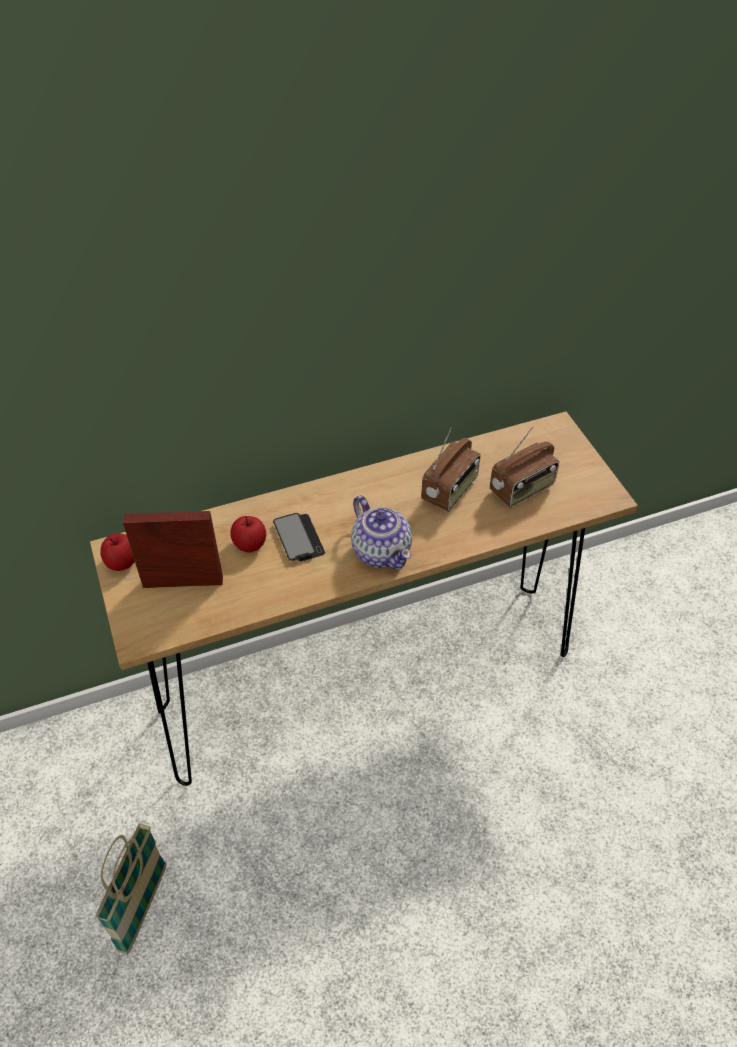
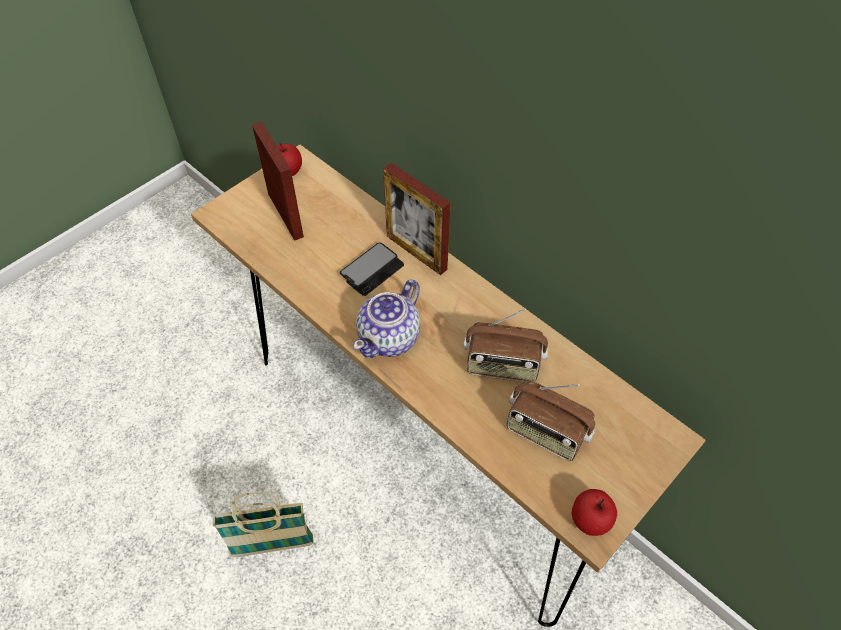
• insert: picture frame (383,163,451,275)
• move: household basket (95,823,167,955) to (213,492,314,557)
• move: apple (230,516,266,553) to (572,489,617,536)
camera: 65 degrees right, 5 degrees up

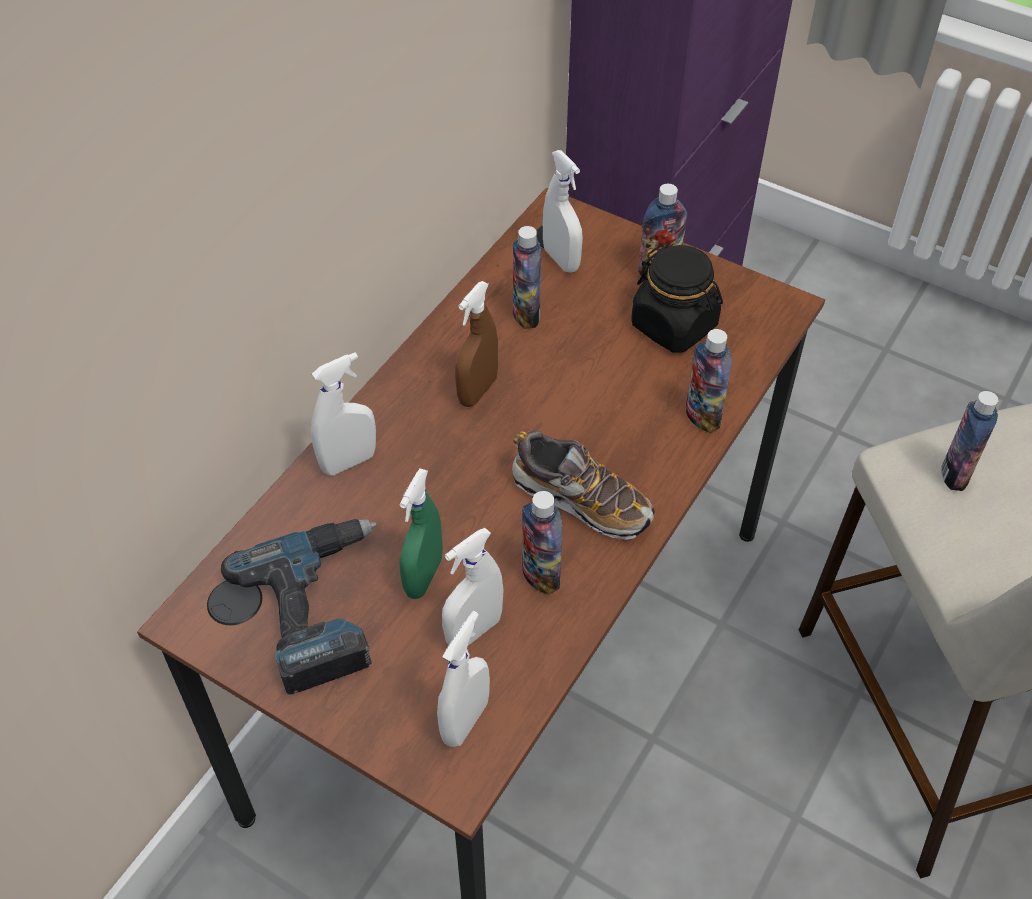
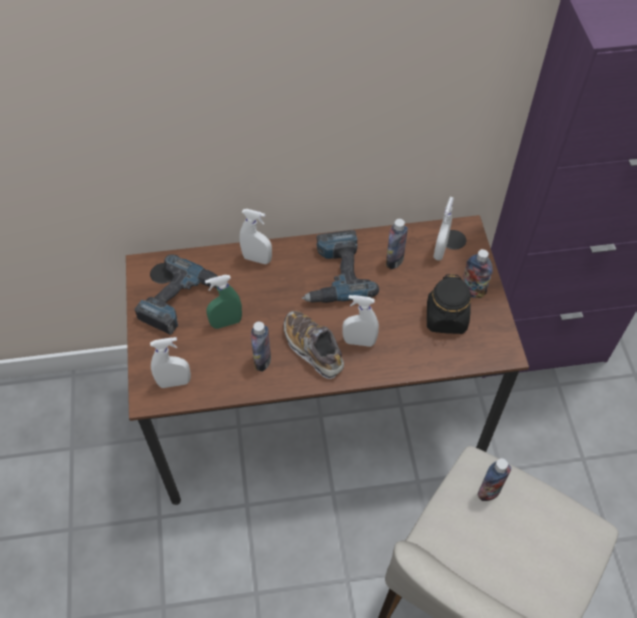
• delete: beverage bottle (686,329,732,433)
• move: white hand sprayer (442,528,504,645) to (342,295,379,347)
• replace: brownish hand sprayer (455,281,498,407) to electric drill (302,230,379,303)
• rotate: item of footwear (512,430,655,540) = (283,311,344,379) 150 degrees clockwise
camera: 50 degrees right, 5 degrees up

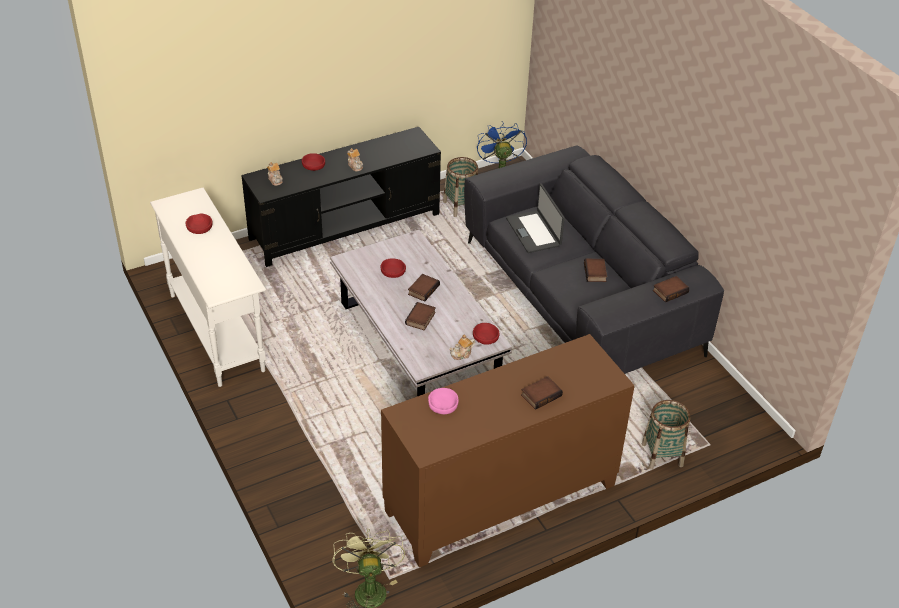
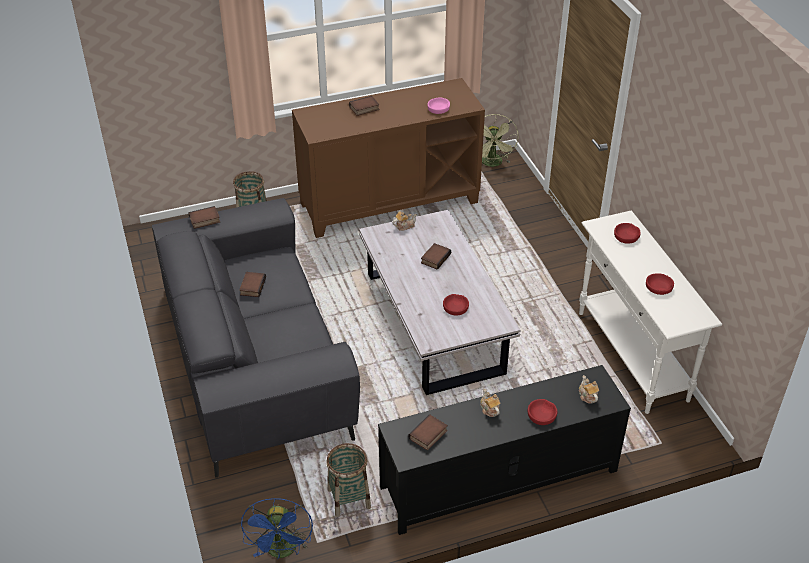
• delete: laptop (506,183,565,253)
• move: book (408,274,440,302) to (408,414,448,451)
• move: red-coloured bowl (473,323,499,345) to (614,223,641,244)
camera: 170 degrees left, 0 degrees up

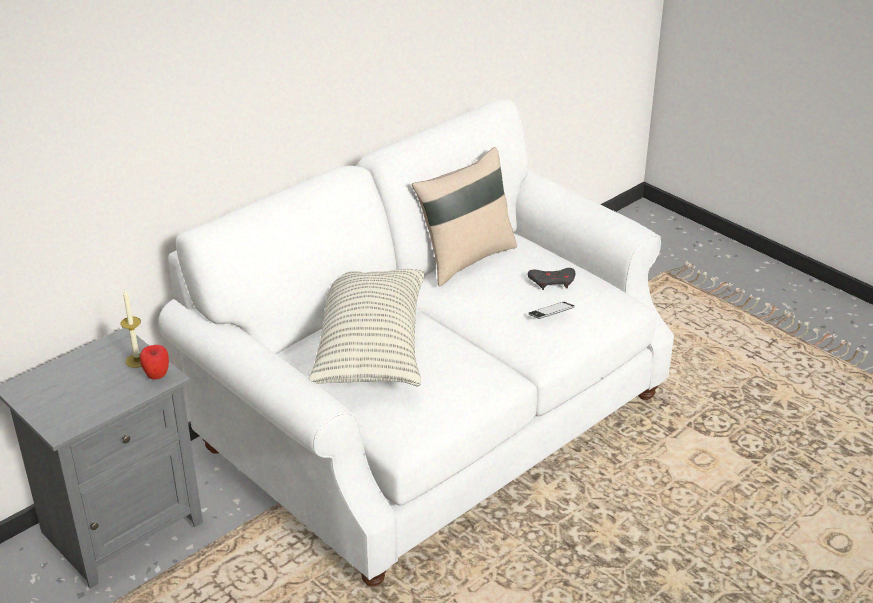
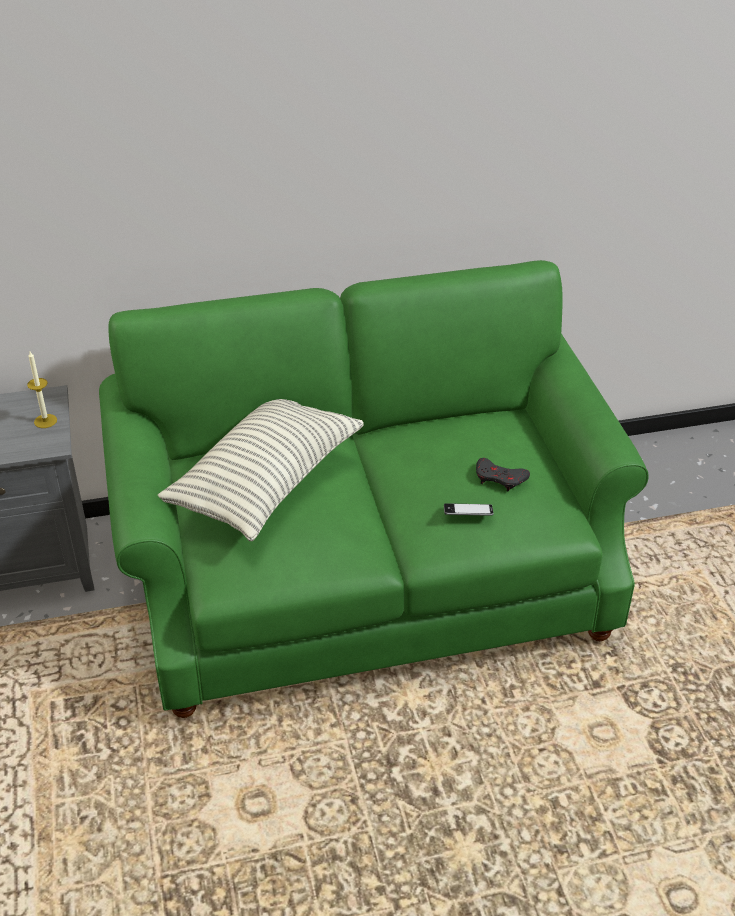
• delete: apple (140,345,169,379)
• delete: beige-coloured throw pillow (412,147,517,287)
• recolor: white settee (158,99,674,587) to green-coloured settee (99,260,649,718)
camera: 30 degrees right, 5 degrees up

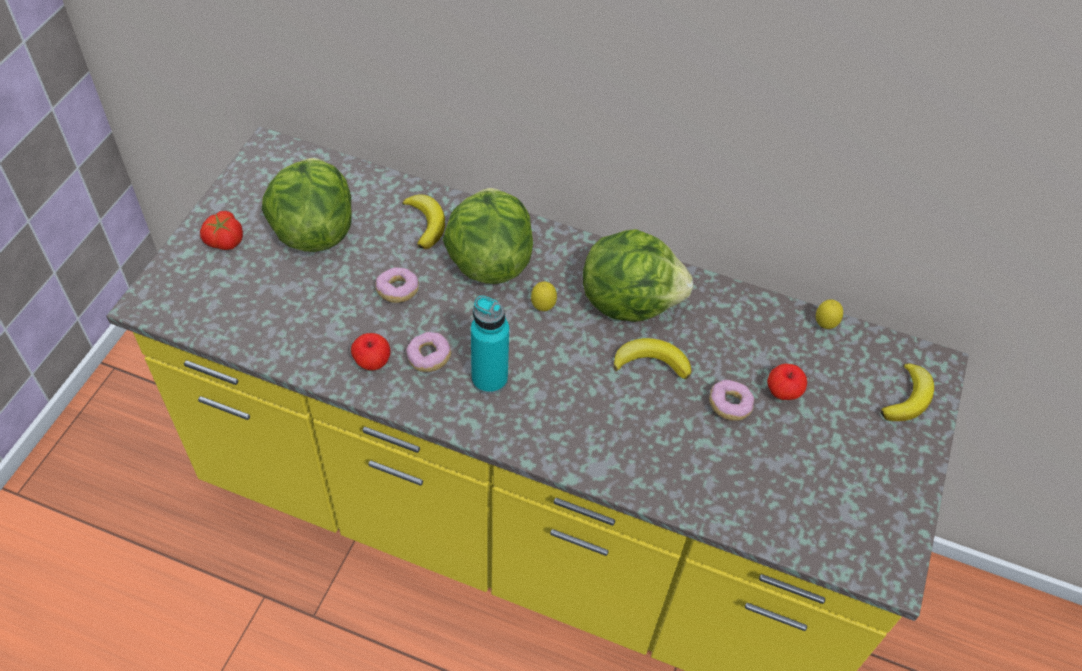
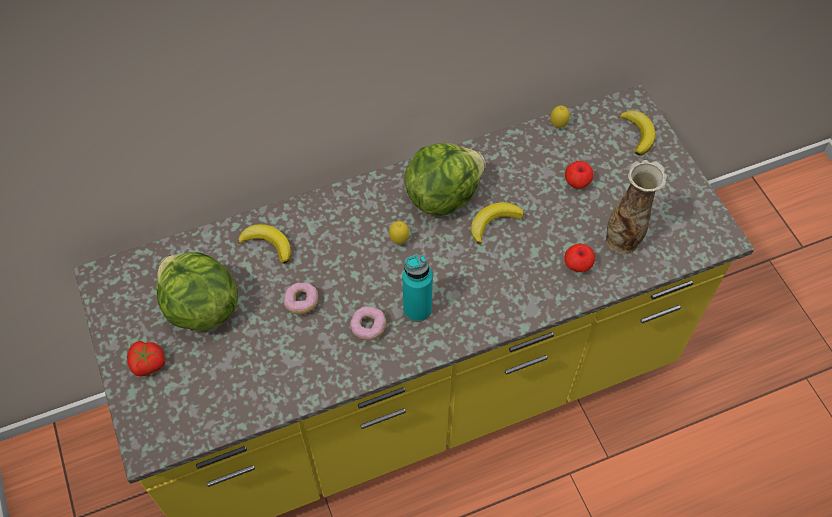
• delete: head of lettuce (443,188,533,284)
• delete: doughnut (709,380,754,421)
• insert: vase (606,160,667,254)
• move: apple (351,333,391,370) to (565,244,595,272)
camera: 40 degrees left, 5 degrees up

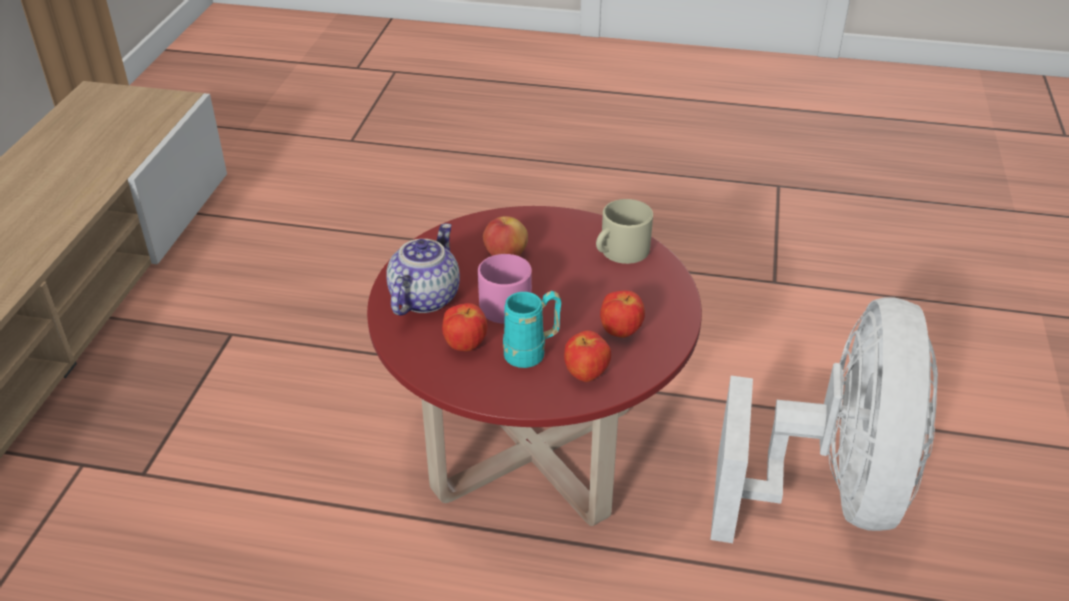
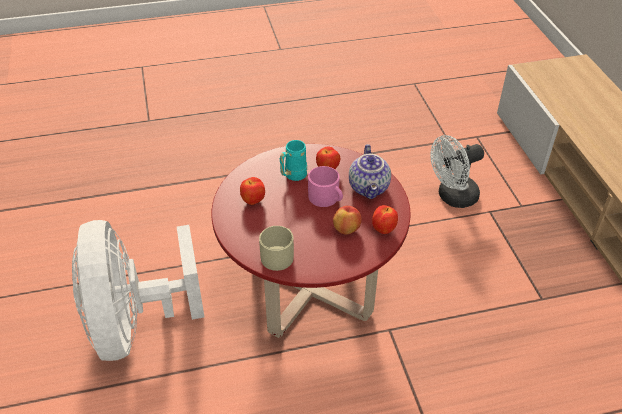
• insert: white cooling fan (430,135,484,208)
• move: apple (564,330,611,382) to (372,205,398,234)
camera: 155 degrees right, 5 degrees up

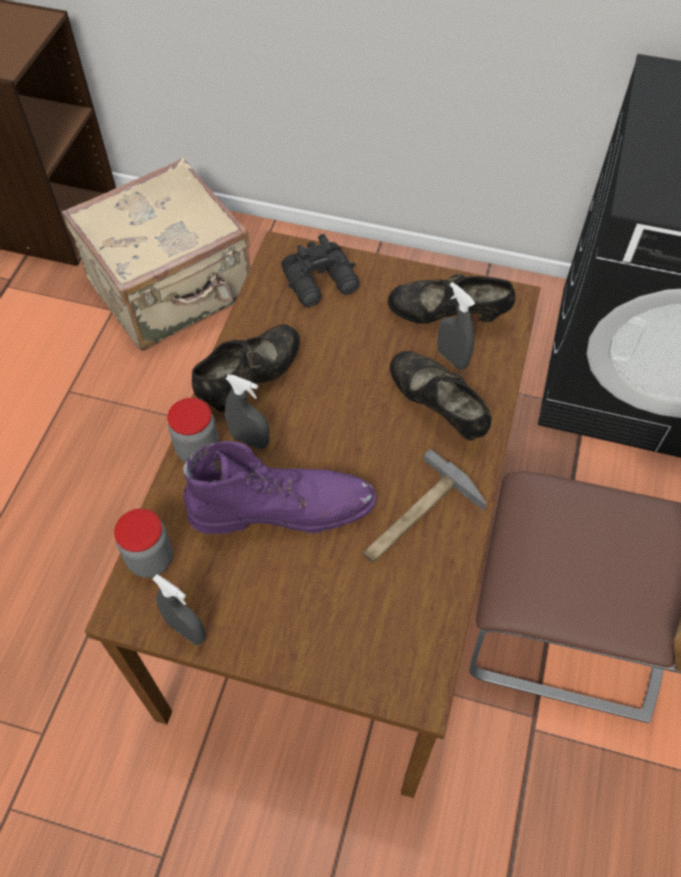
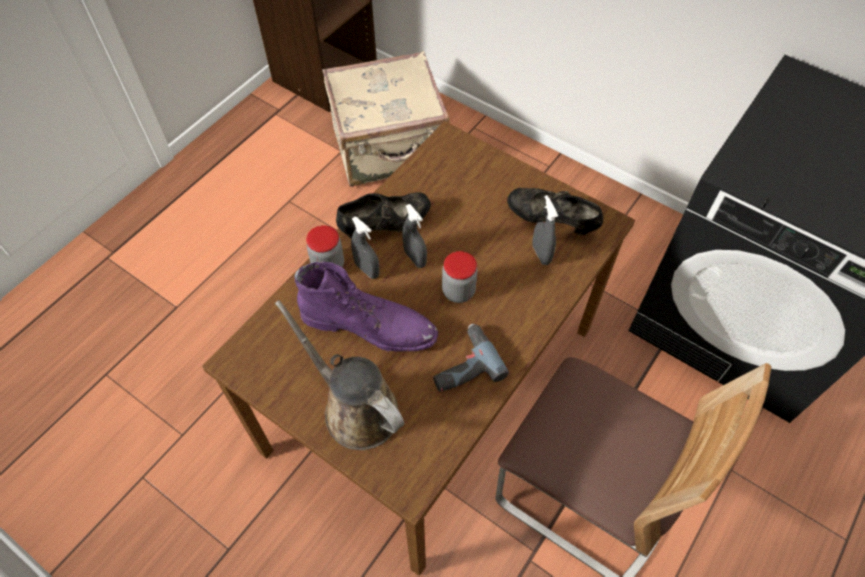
• delete: blackish pair of binoculars (282,234,360,307)
• delete: blackish item of footwear (390,351,491,441)
• insert: brownish sprinkling can (275,300,404,450)
• move: preserve jar (114,509,173,578) to (442,251,478,303)
• move: greyish hand sprayer (153,574,206,645) to (403,204,427,268)
• replace: tool hammer (363,449,487,563) to electric drill (433,324,509,392)
camera: 20 degrees right, 0 degrees up

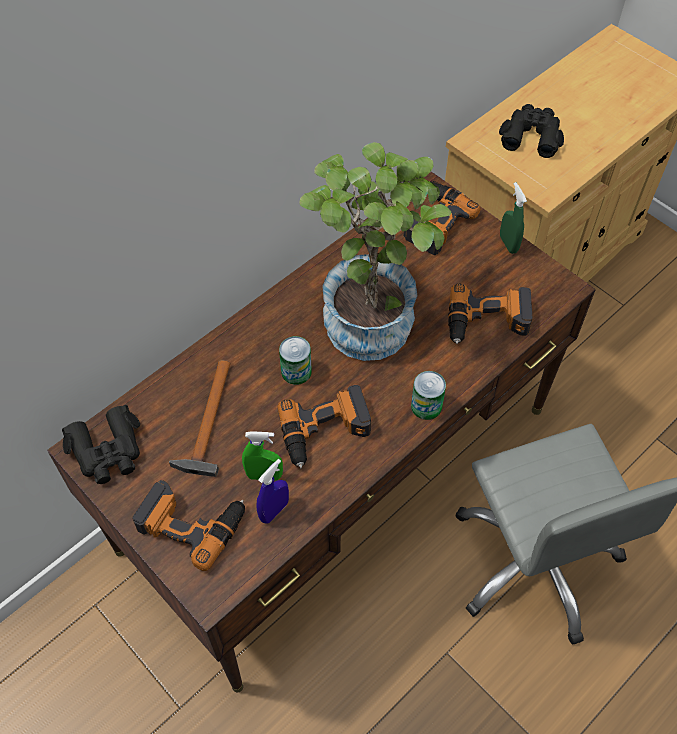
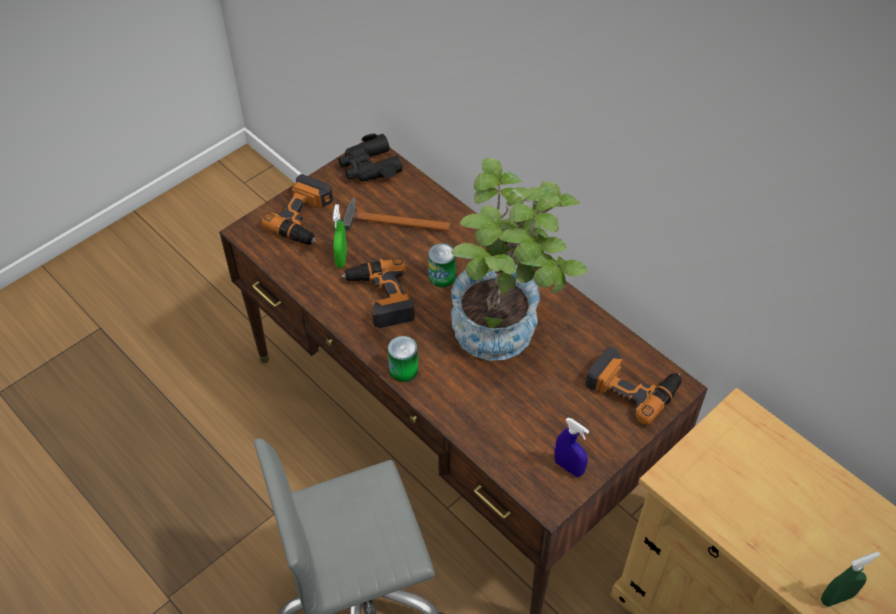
• delete: electric drill (448,284,533,344)
• delete: blackish pair of binoculars (499,104,564,158)
• move: bluish hand sprayer (256,459,289,523) to (554,417,589,477)
• move: green-coloured hand sprayer (500,182,527,254) to (821,552,880,607)
camera: 90 degrees right, 5 degrees down

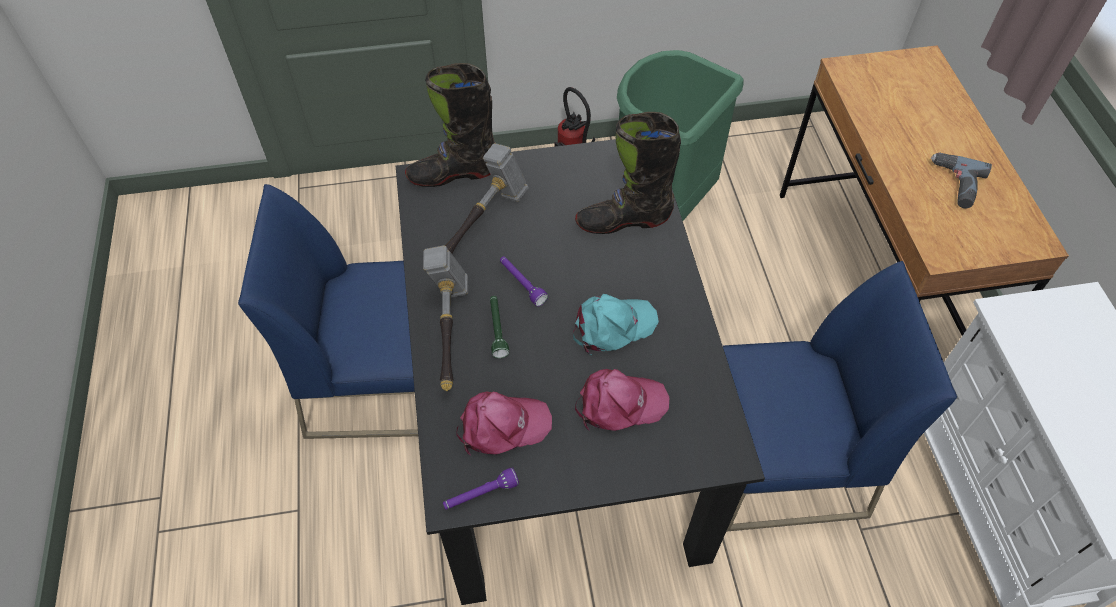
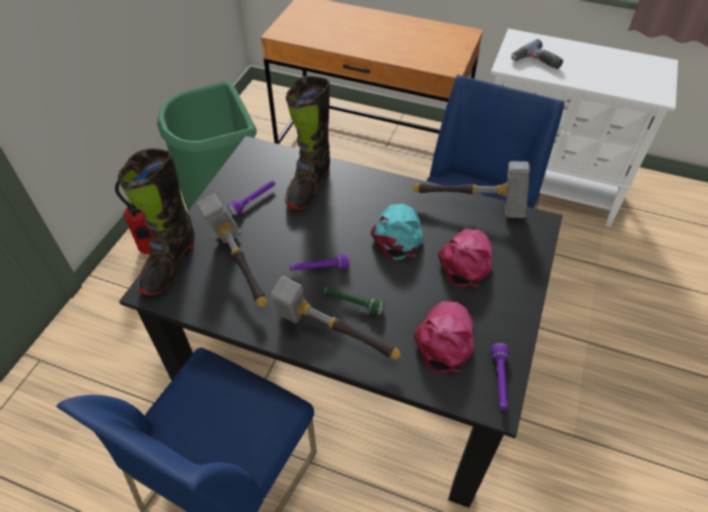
• insert: purple hand torch (228,180,275,216)
• insert: tool hammer (412,161,530,218)
• move: electric drill (931,152,992,208) to (511,39,563,69)
camera: 60 degrees left, 5 degrees down

